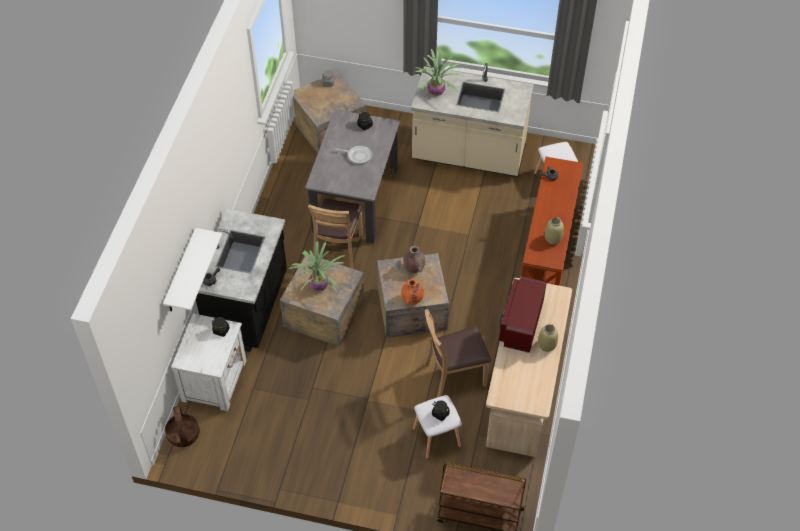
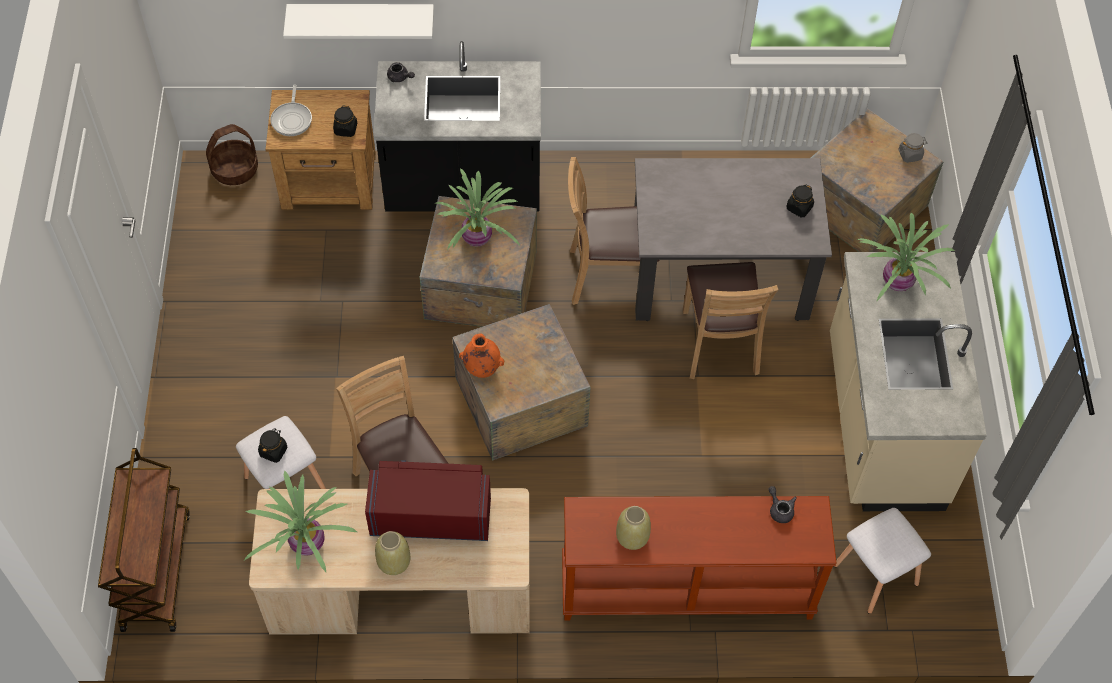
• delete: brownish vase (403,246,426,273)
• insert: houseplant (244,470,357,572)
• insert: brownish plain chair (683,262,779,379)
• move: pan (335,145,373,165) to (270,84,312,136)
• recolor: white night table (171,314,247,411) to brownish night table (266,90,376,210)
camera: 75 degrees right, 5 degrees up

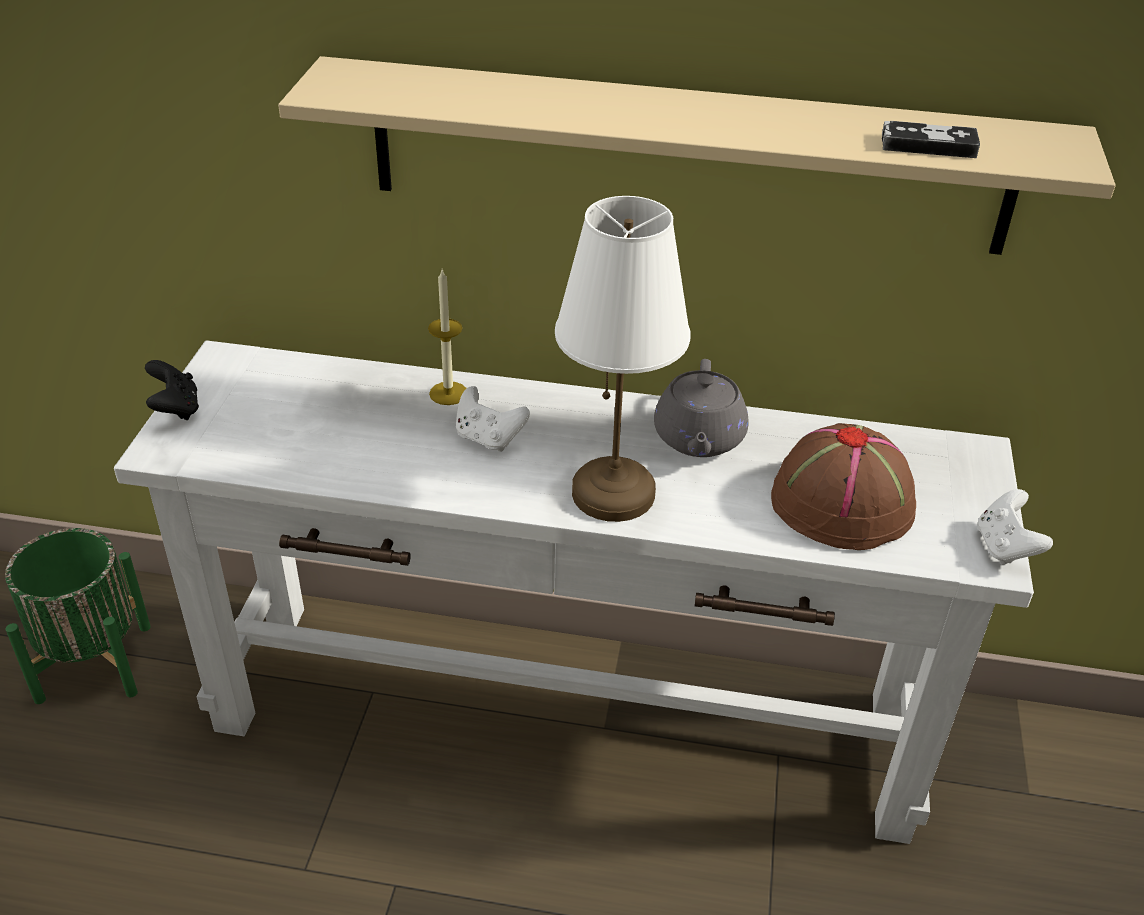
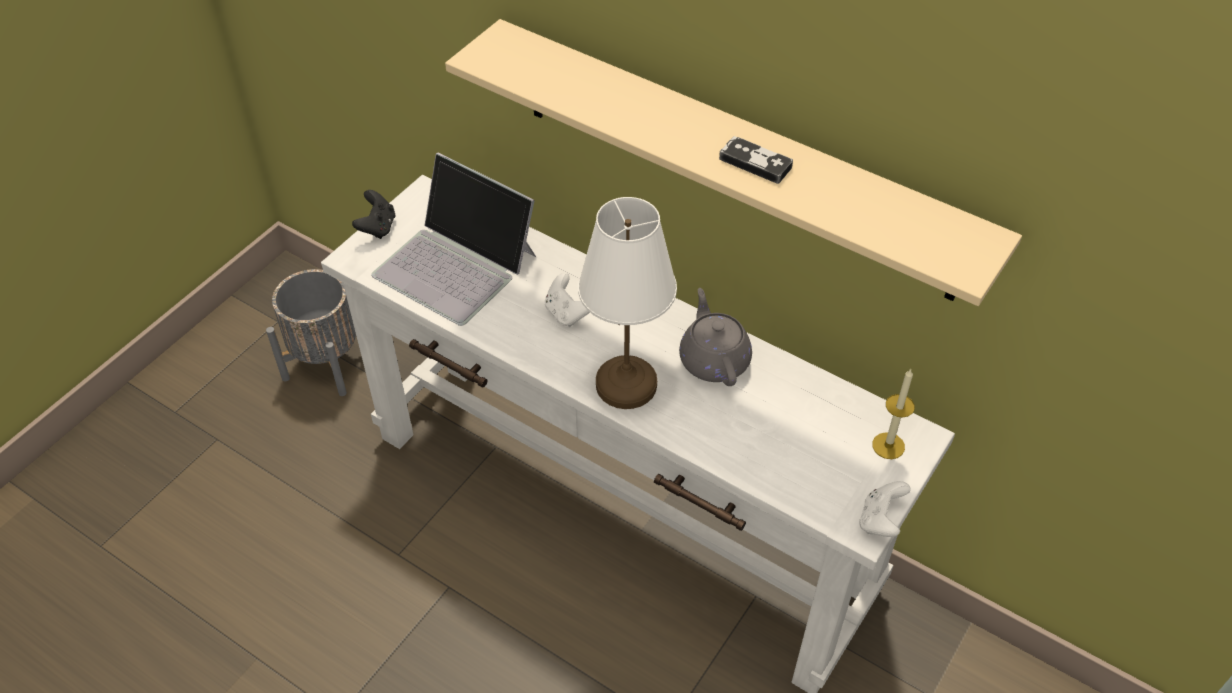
• delete: brownish hat (771,423,916,550)
• insert: laptop (371,153,536,326)
• move: wax light (428,270,467,405) to (872,369,915,459)
• move: joypad (882,121,980,158) to (719,136,793,184)
• recolor: green-coloured planter (5,528,151,704) to greyish planter (266,269,356,396)
• rotate: greyish teapot (654,359,749,457) = (679,288,752,386) 135 degrees clockwise
camera: 25 degrees right, 10 degrees up

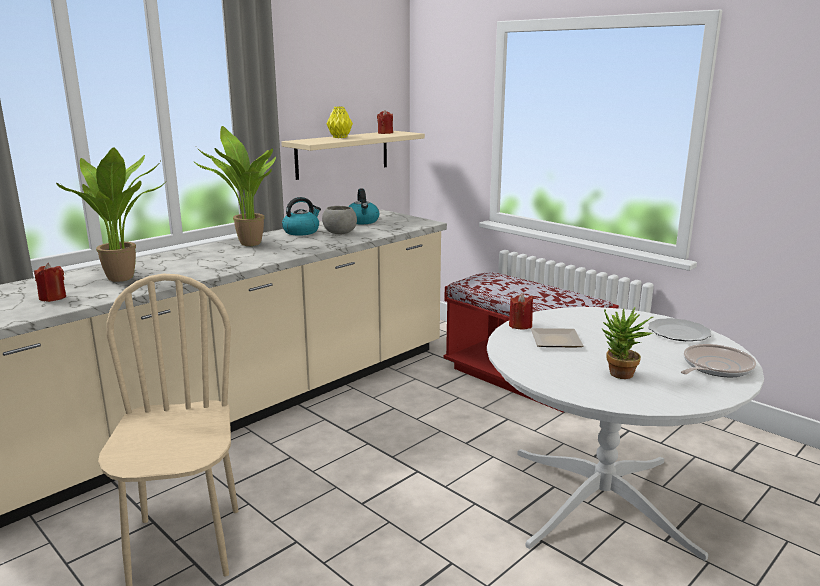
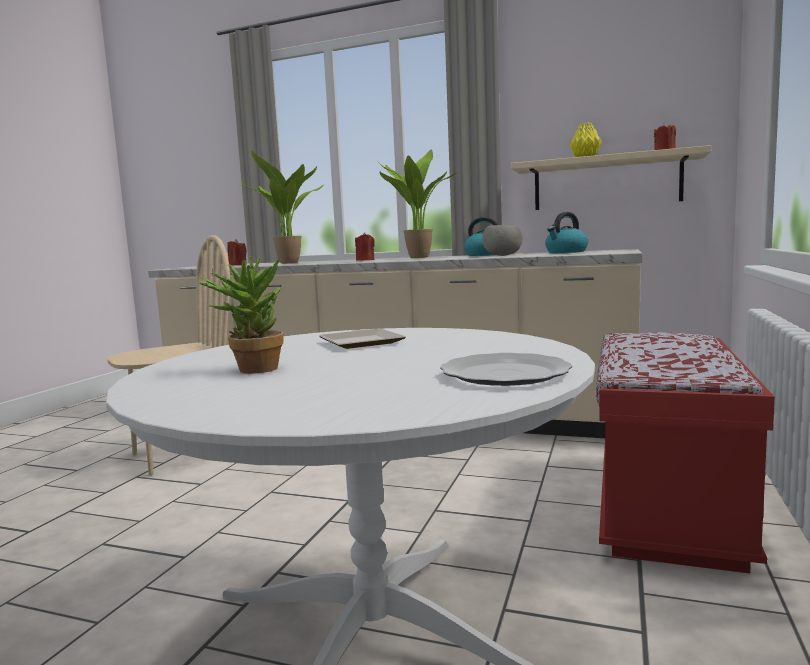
• delete: pan (681,344,756,377)
• move: red-coloured wax light (509,293,533,329) to (355,233,375,261)
camera: 65 degrees right, 10 degrees down

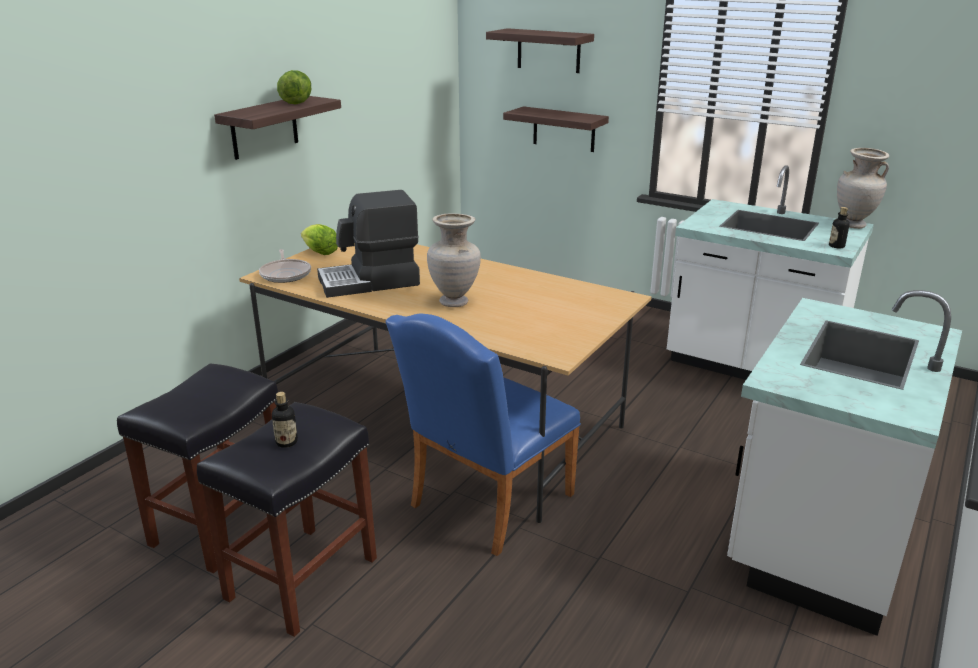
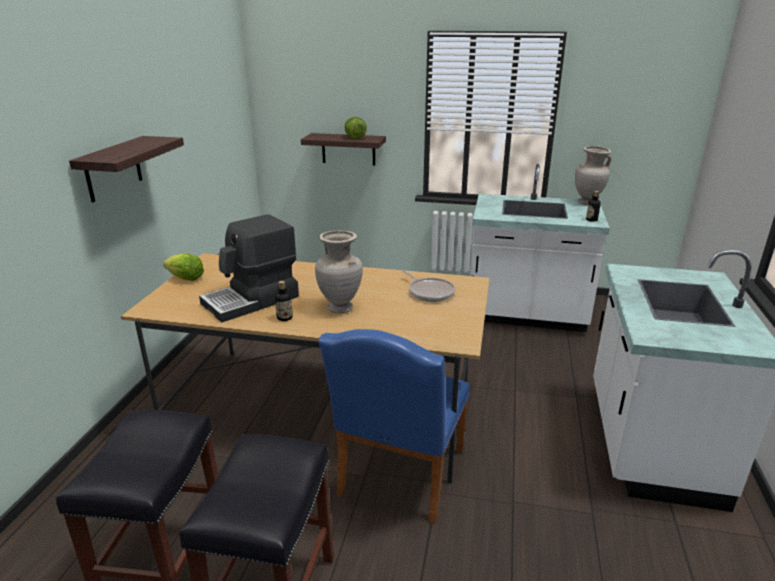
• delete: bracket shelf (486,28,594,73)
• move: pan (259,249,311,283) to (402,270,455,302)
• move: beverage bottle (272,392,298,448) to (275,281,293,321)
• move: head of lettuce (277,70,311,104) to (345,117,367,139)
camera: 20 degrees left, 0 degrees up

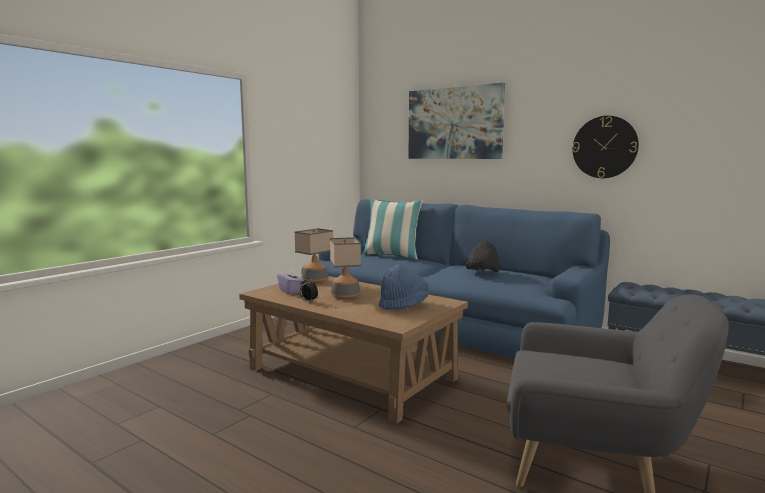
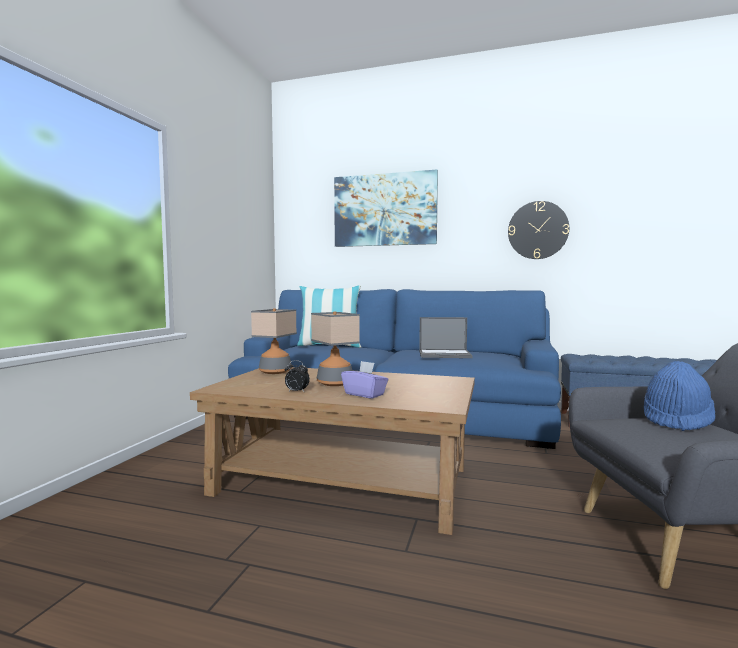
• move: purple box of tissues (277,267,304,294) to (341,361,389,399)
• move: bluish hat (379,264,429,310) to (644,361,715,431)
• replace: blackish hat (465,240,499,272) to laptop (419,317,473,358)
camera: 20 degrees left, 5 degrees down

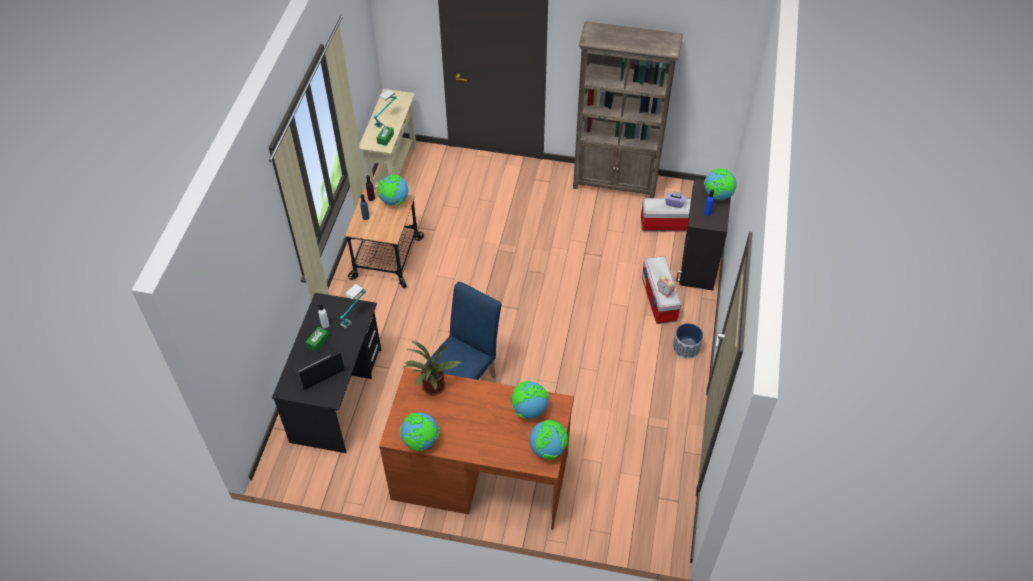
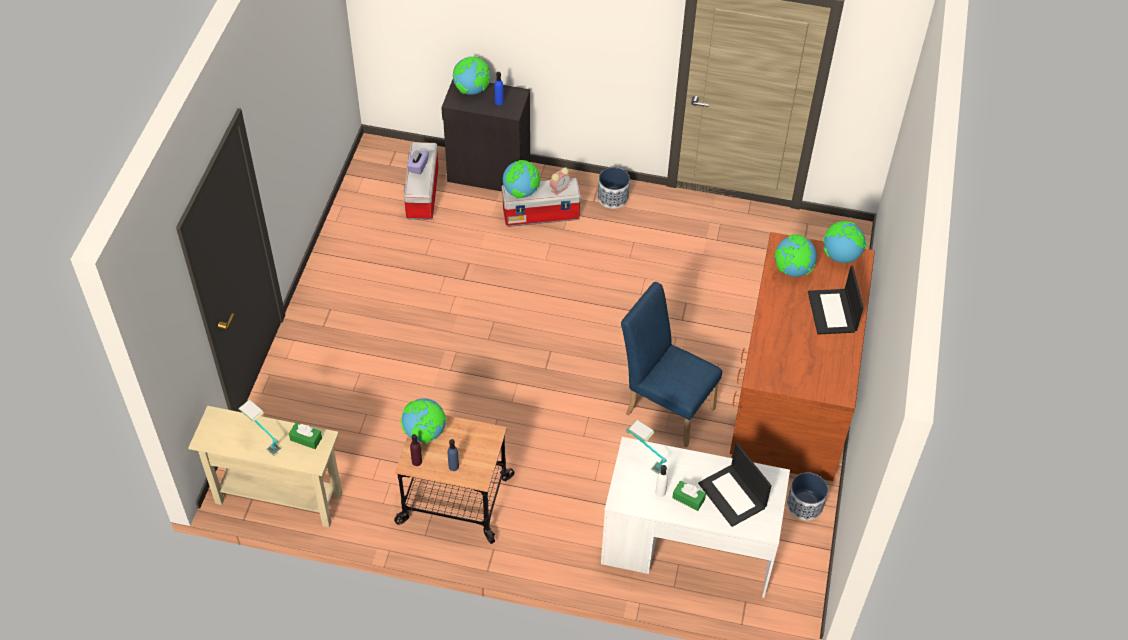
• delete: houseplant (402,341,462,395)
• delete: brownish bookshelf (573,21,683,198)
• insert: planter (787,472,828,520)
• insert: laptop (808,266,864,335)
• move: world globe (400,412,439,451) to (503,160,540,198)
• recolor: blackish desk (272,293,381,453) to white desk (601,437,790,598)
camera: 90 degrees left, 0 degrees up

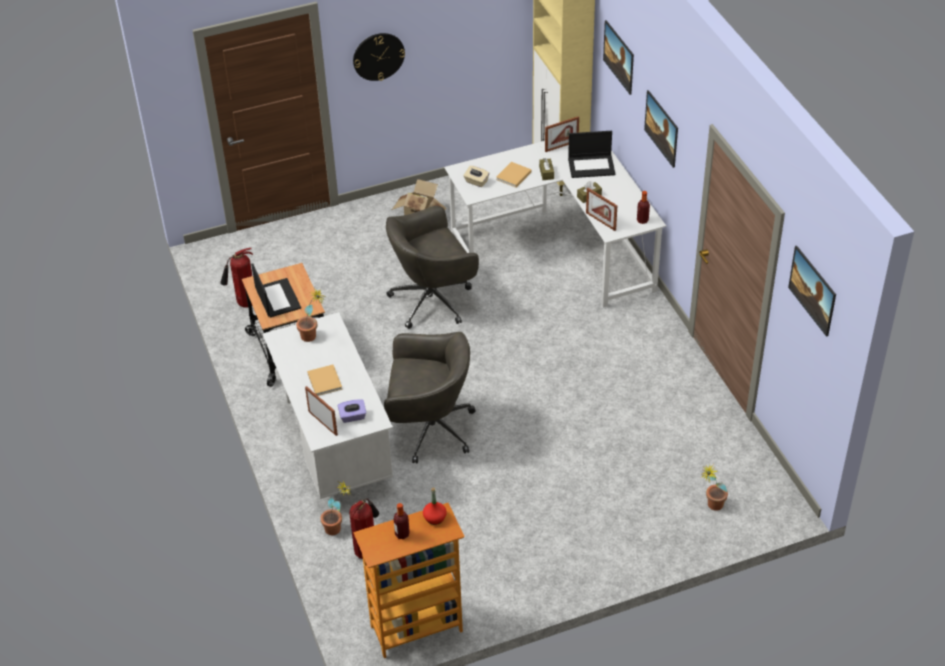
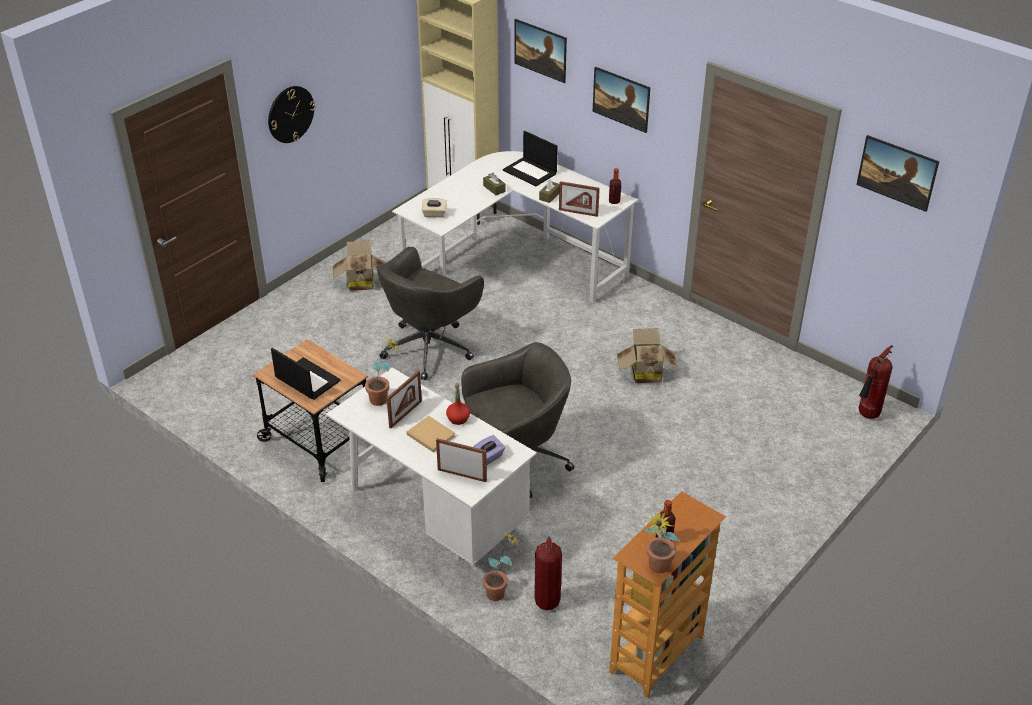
• delete: beige-coloured book (496,162,531,188)
• insert: packing box (617,328,678,383)
• move: fire extinguisher (220,248,253,308) to (859,345,893,419)
• move: red-coloured beverage bottle (423,488,447,525) to (446,383,470,425)
• move: picture frame (545,116,579,152) to (387,371,422,429)
• move: houseplant (701,464,728,511) to (643,511,680,573)
• rotate: laptop (568,131,615,178) = (503,131,558,186) 75 degrees clockwise
camera: 30 degrees left, 5 degrees down

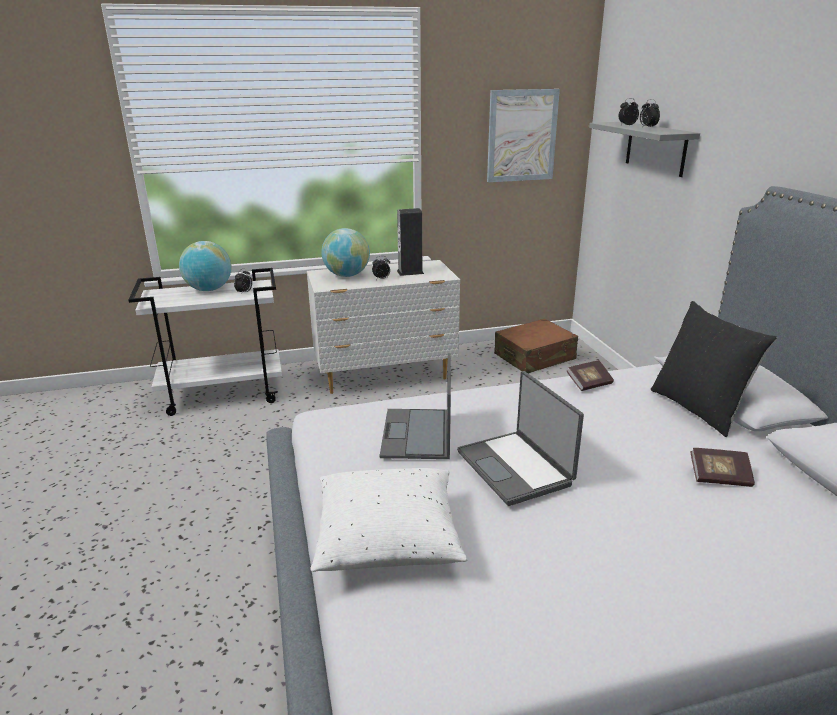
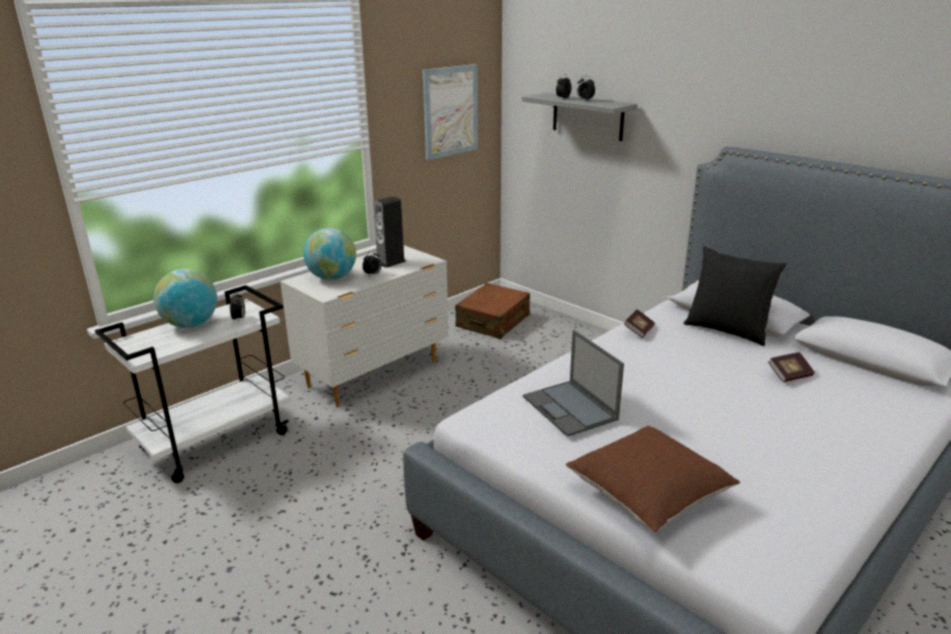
• delete: laptop (457,371,584,506)
• recolor: white throw pillow (310,468,467,572) to brownish throw pillow (566,426,740,533)
camera: 30 degrees left, 0 degrees up

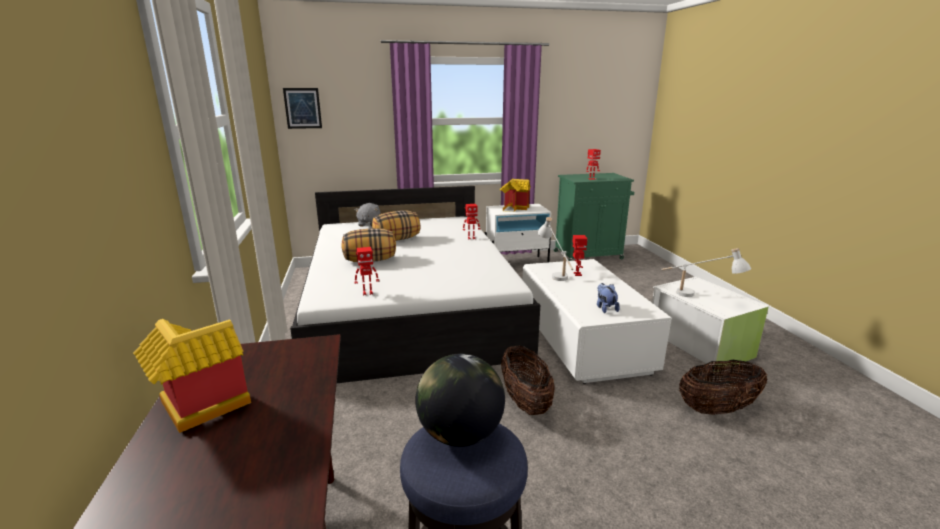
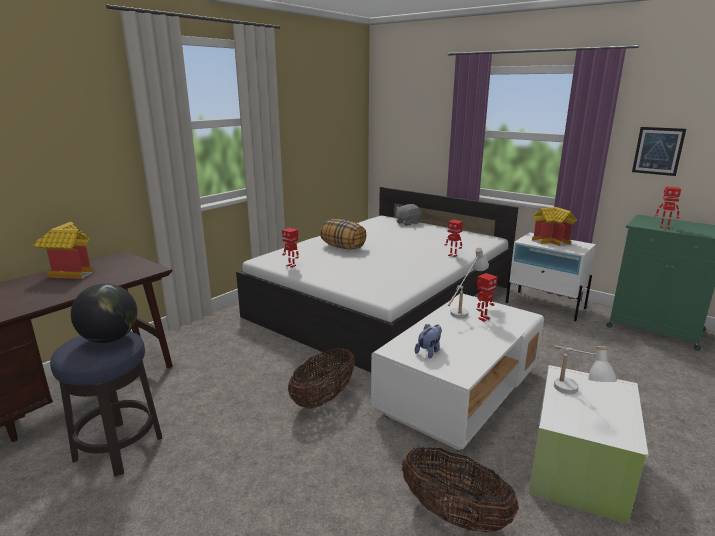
• delete: throw pillow (372,211,420,241)
• move: picture (283,88,322,129) to (632,127,686,176)
camera: 50 degrees right, 0 degrees up

